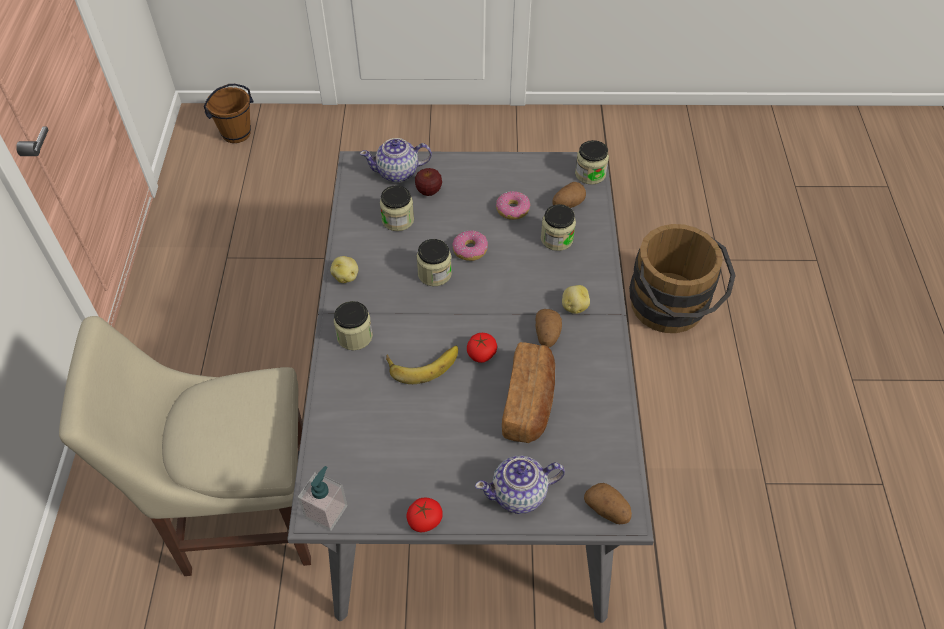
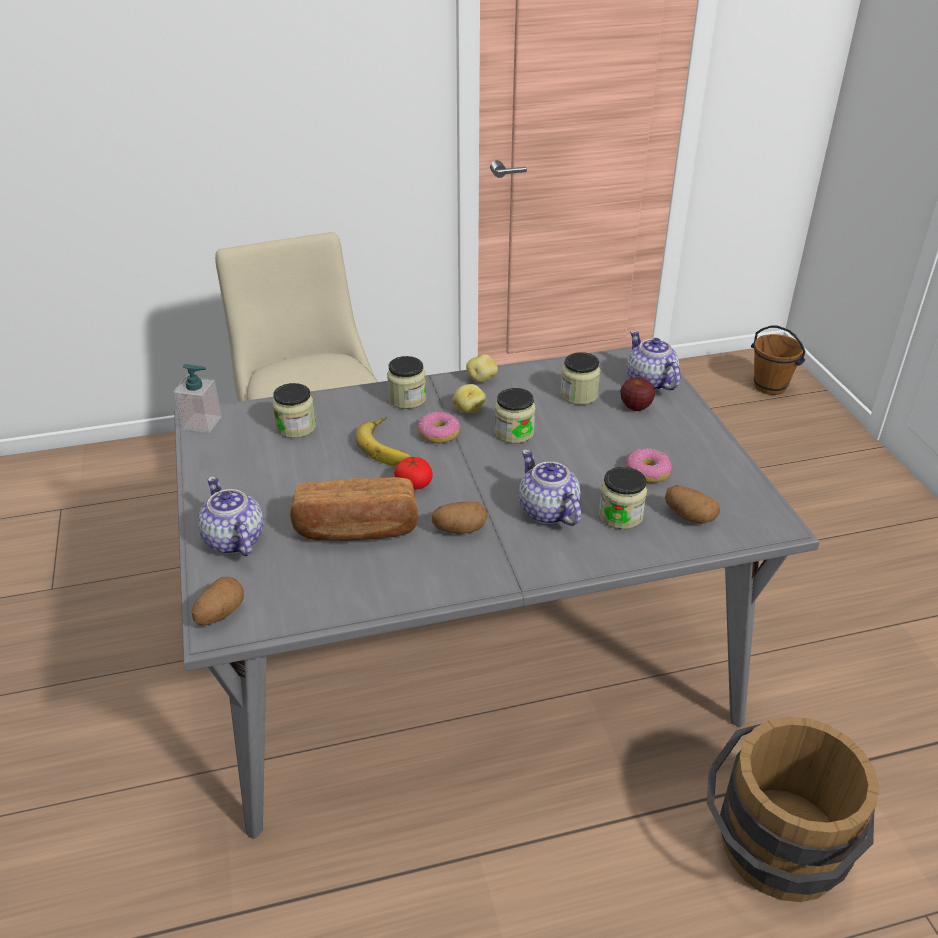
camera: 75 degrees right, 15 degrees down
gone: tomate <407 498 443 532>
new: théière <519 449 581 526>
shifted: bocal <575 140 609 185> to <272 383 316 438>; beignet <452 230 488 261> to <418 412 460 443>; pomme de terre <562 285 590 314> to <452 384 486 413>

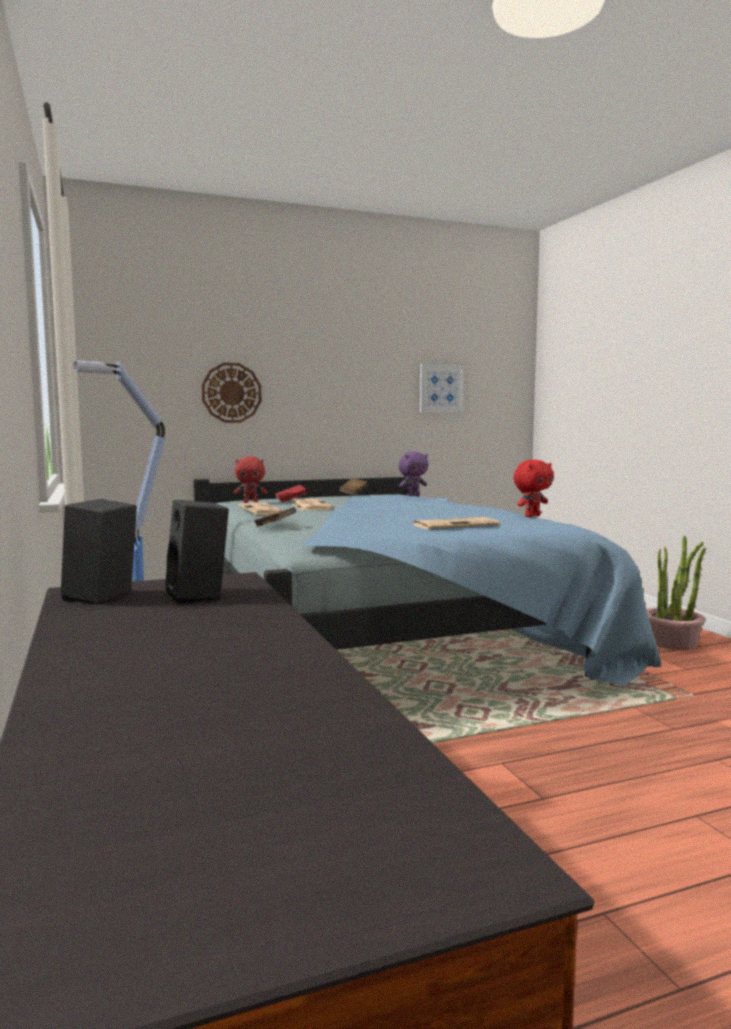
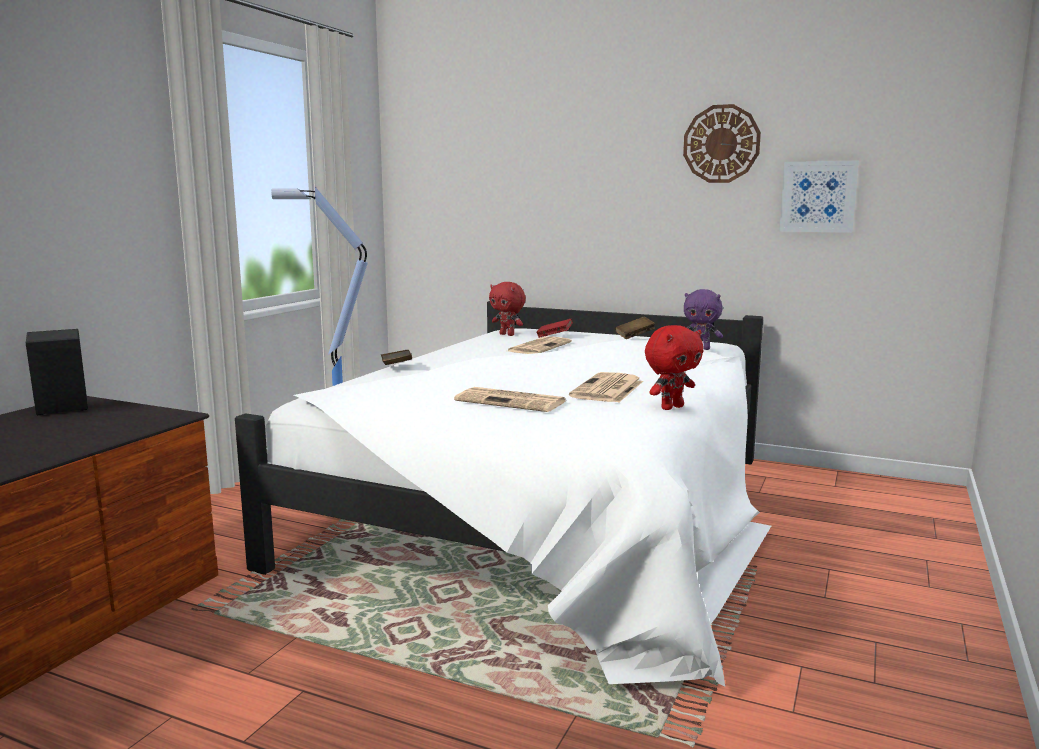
camera: 45 degrees right, 5 degrees up
gone: enceinte [noir] <165 500 229 604>; plante en pot <646 535 706 650>
shifted: horloge murale <202 363 261 423> to <683 104 761 183>; journal <238 502 283 515> to <569 372 643 403>
repainted: lit [bleu] <193 477 661 686> to lit [blanc] <235 301 771 686>
rotated: peluche [rouge] <513 460 554 517> = <645 325 704 410> 45 degrees counterclockwise

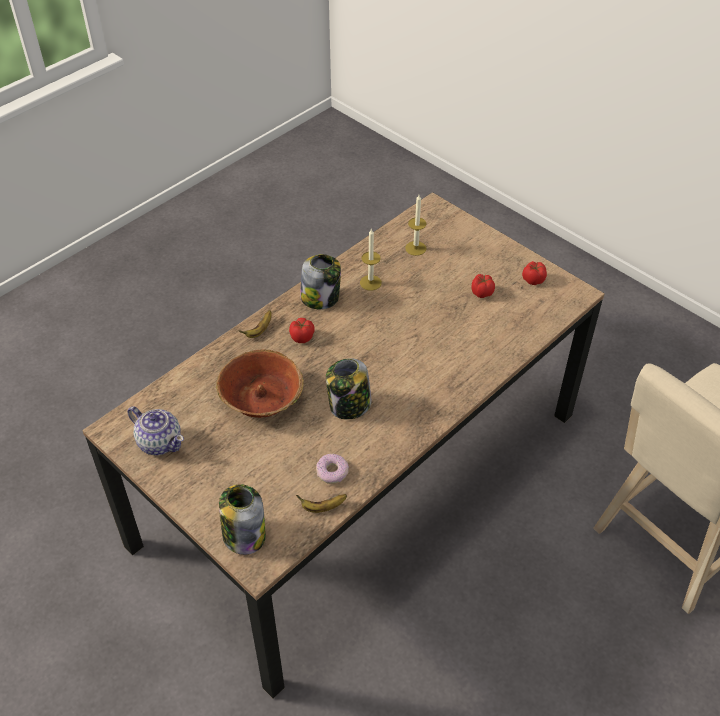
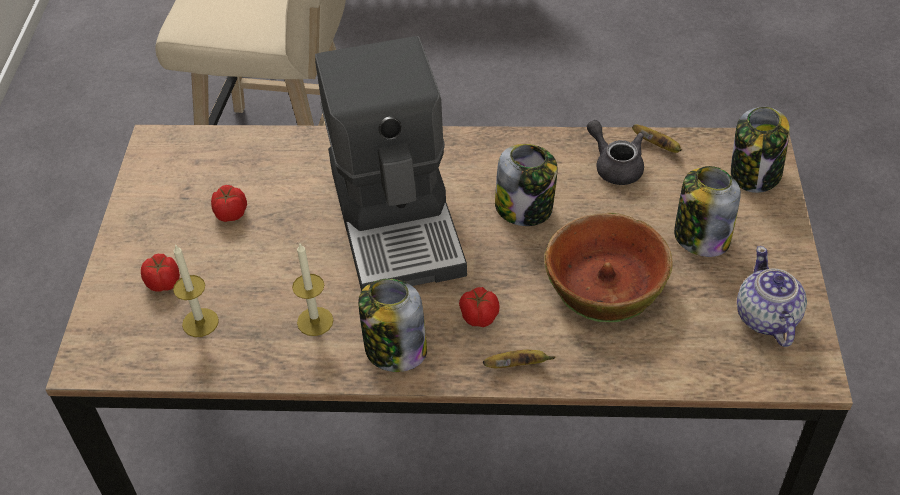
camera: 130 degrees left, 0 degrees up
new: machine à café <315 36 467 291>; bocal <674 166 741 257>
shifted: tomate <522 261 547 285> to <141 254 180 292>
swapped: beignet <316 454 349 484> to théière [gris] <587 120 644 185>

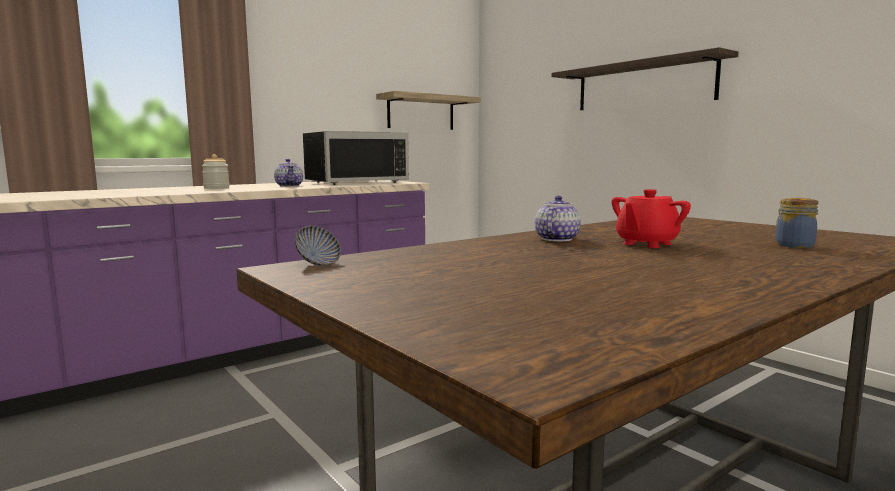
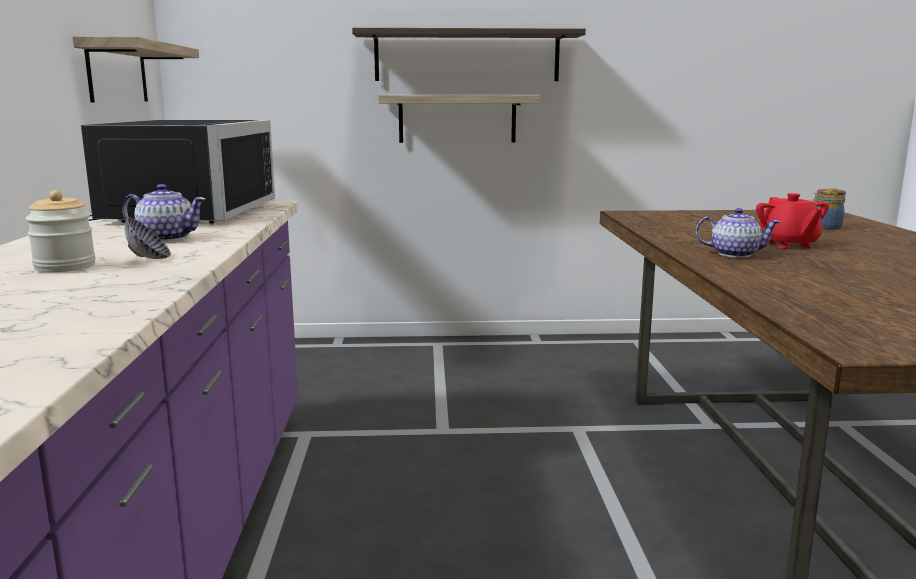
camera: 55 degrees left, 5 degrees up
new: étagère <378 95 540 143>
shifted: bol <295 226 341 266> to <125 217 171 259>
rotated: théière <535 196 581 241> = <696 208 780 258> 135 degrees clockwise

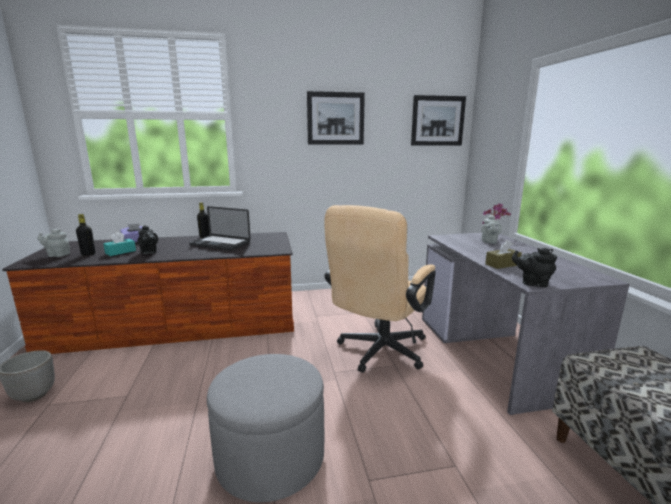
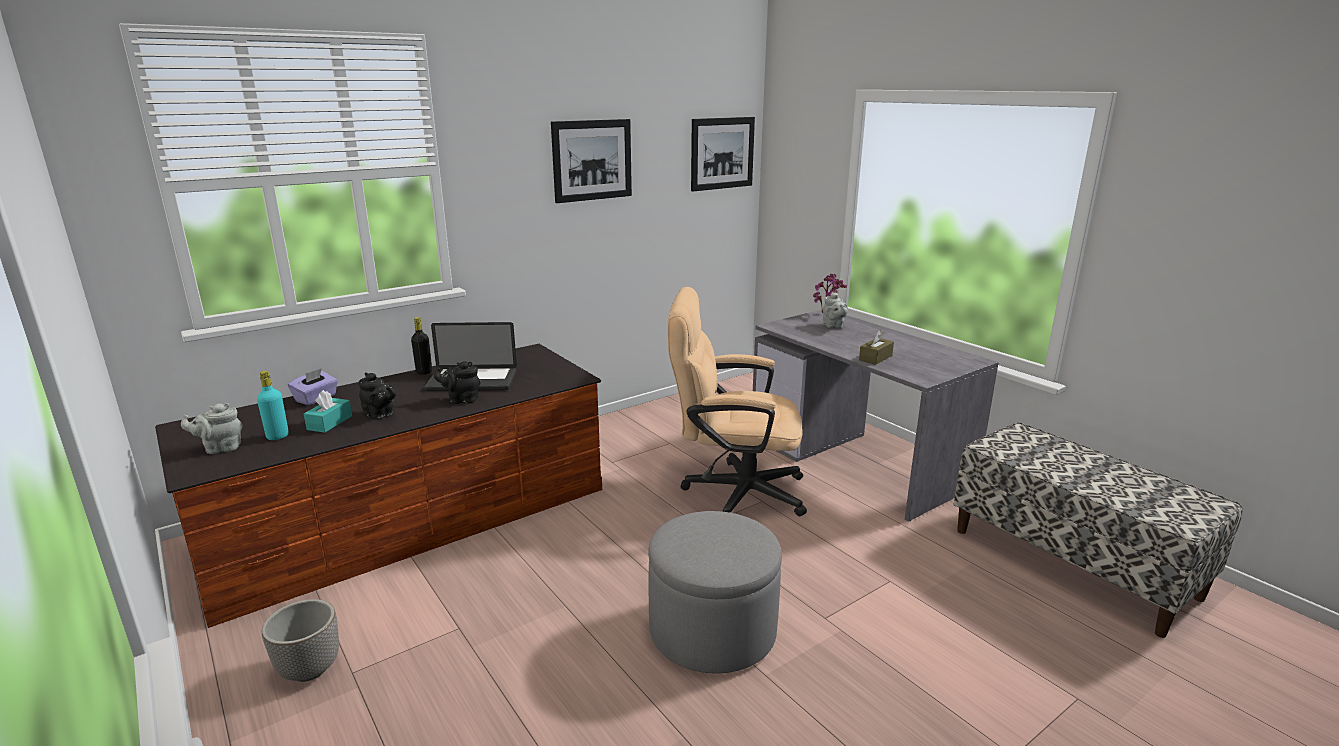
camera: 25 degrees left, 5 degrees up
shifted: théière [noir] <512 248 557 287> to <434 361 481 404>
repainted: bouteille [noir] <76 214 95 256> to bouteille [turquoise] <257 371 289 440>
rotated: chaise de bureau [beige] <324 205 436 373> = <668 287 807 516> 90 degrees clockwise

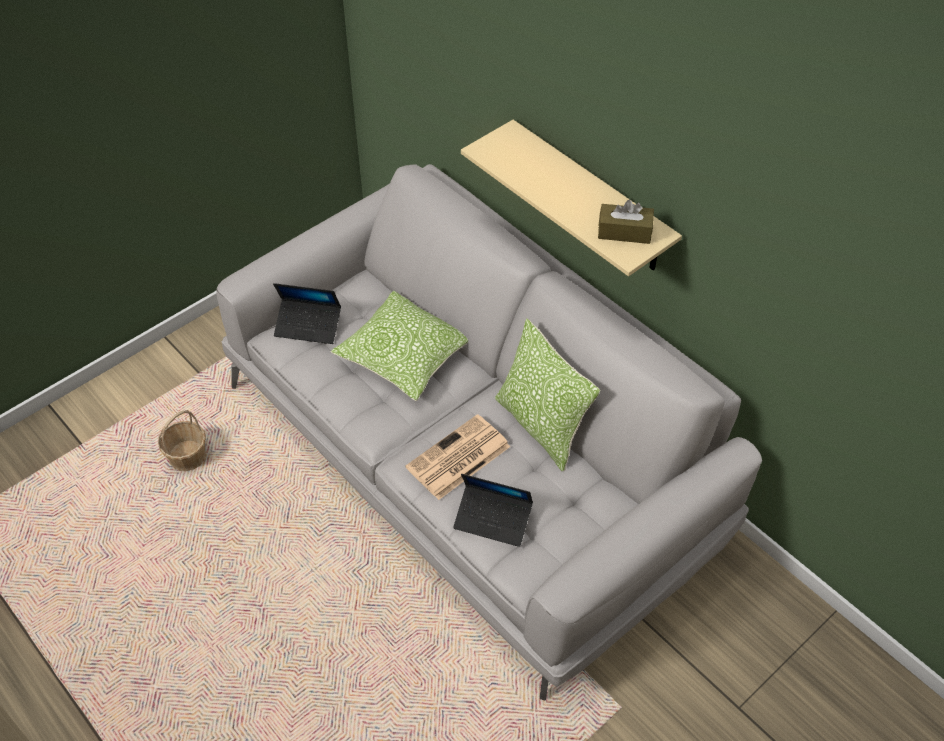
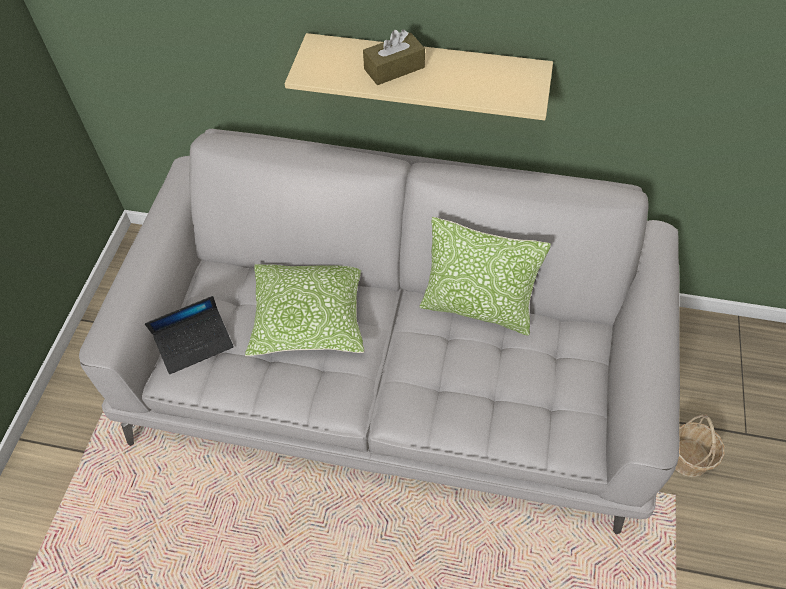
camera: 35 degrees left, 5 degrees up
gone: journal <405 414 511 500>; ordinateur portable <453 474 533 547>
shifted: boîte à mouchoirs [marron] <598 200 654 244> to <363 29 425 85>; panier <158 410 206 471> to <675 414 724 477>

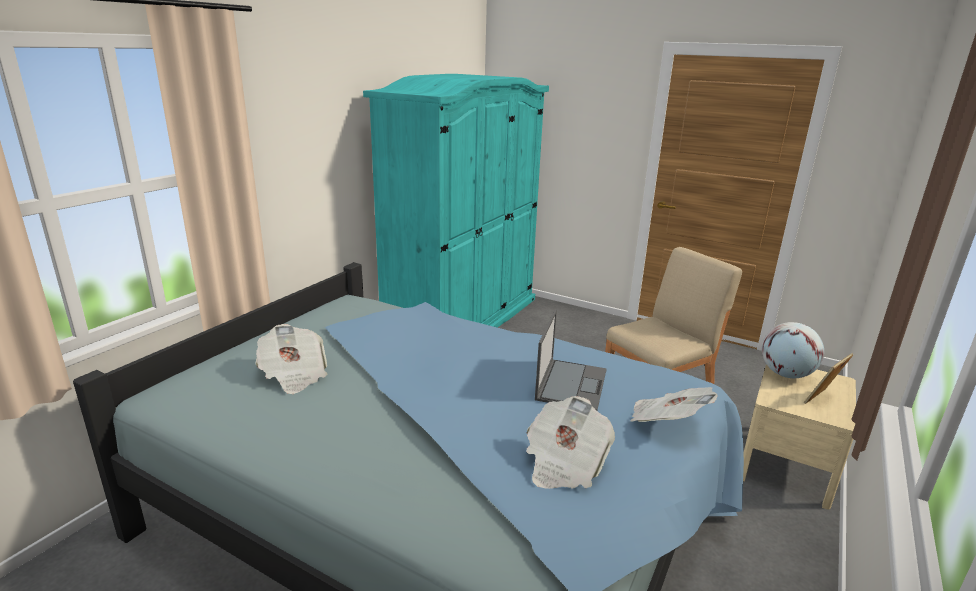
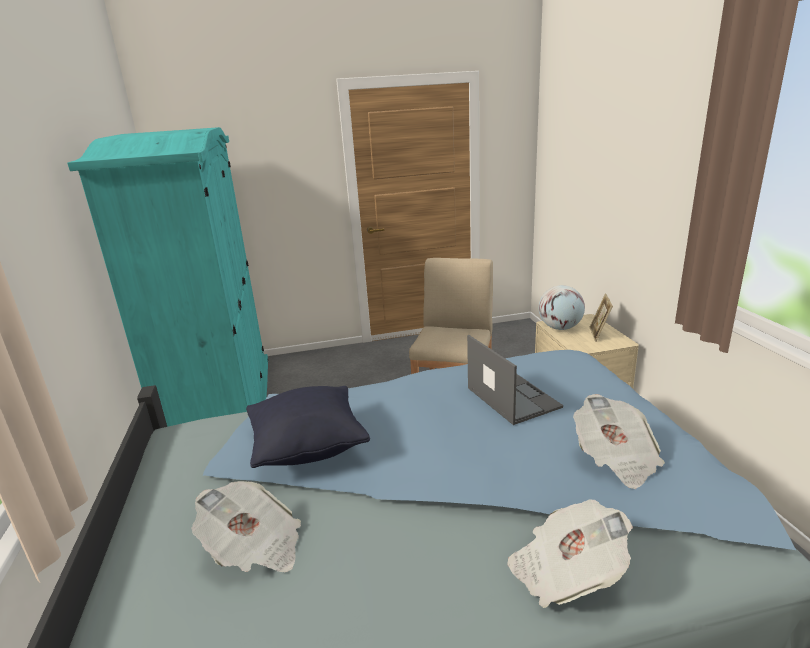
camera: 40 degrees left, 0 degrees up
new: coussin [noir] <246 386 370 468>
shifted: journal <631 387 718 422> to <507 500 633 608>

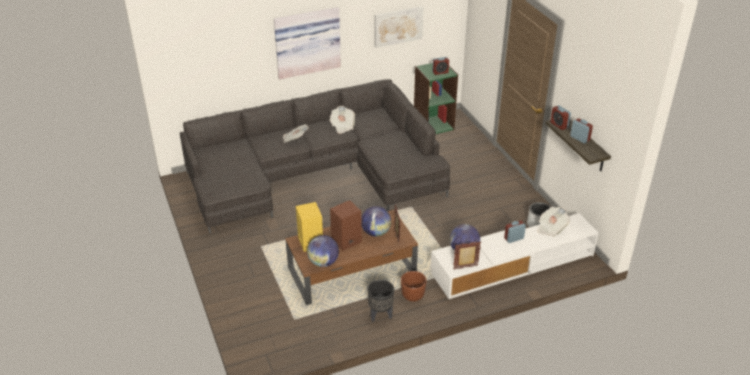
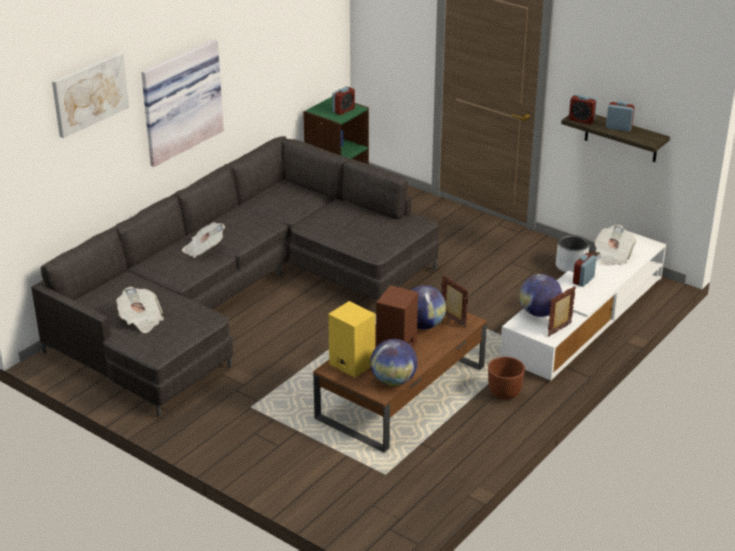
camera: 30 degrees left, 5 degrees down
gone: cache-pot [noir] <367 280 394 321>
shifted: tableau <375 6 423 48> to <52 53 129 138>; journal <329 106 355 134> to <116 287 164 333>

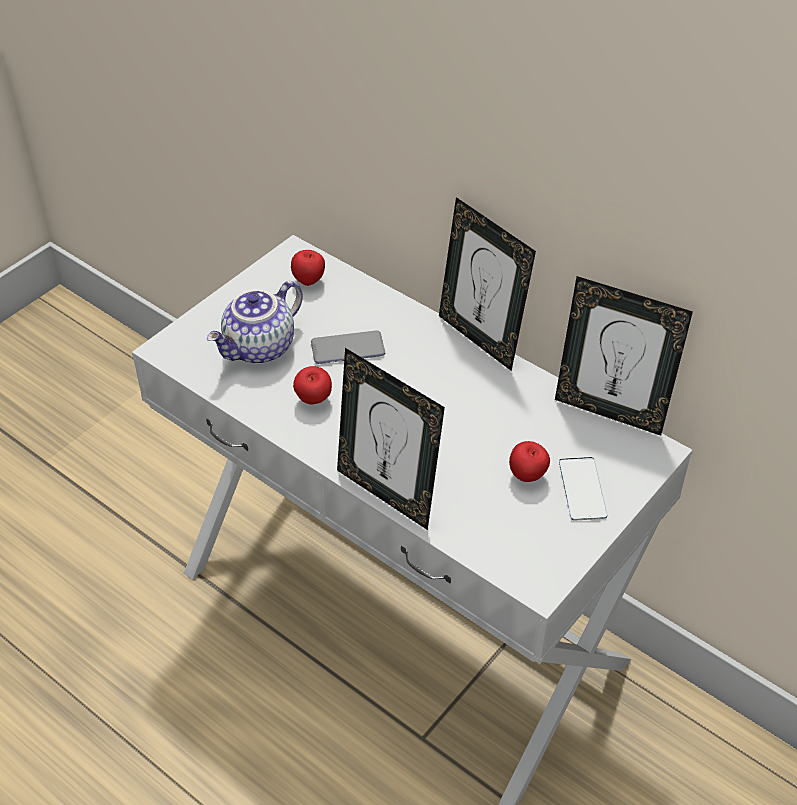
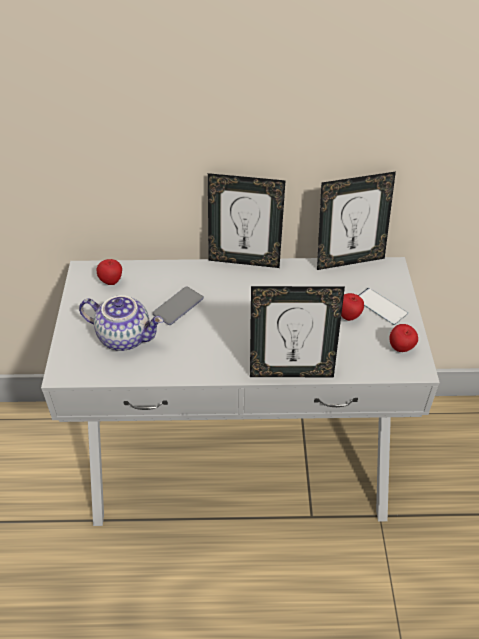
camera: 40 degrees left, 0 degrees up
shifted: pomme <293 366 332 404> to <389 324 418 352>
rotated: théière <207 281 303 364> = <79 295 163 351> 75 degrees counterclockwise

